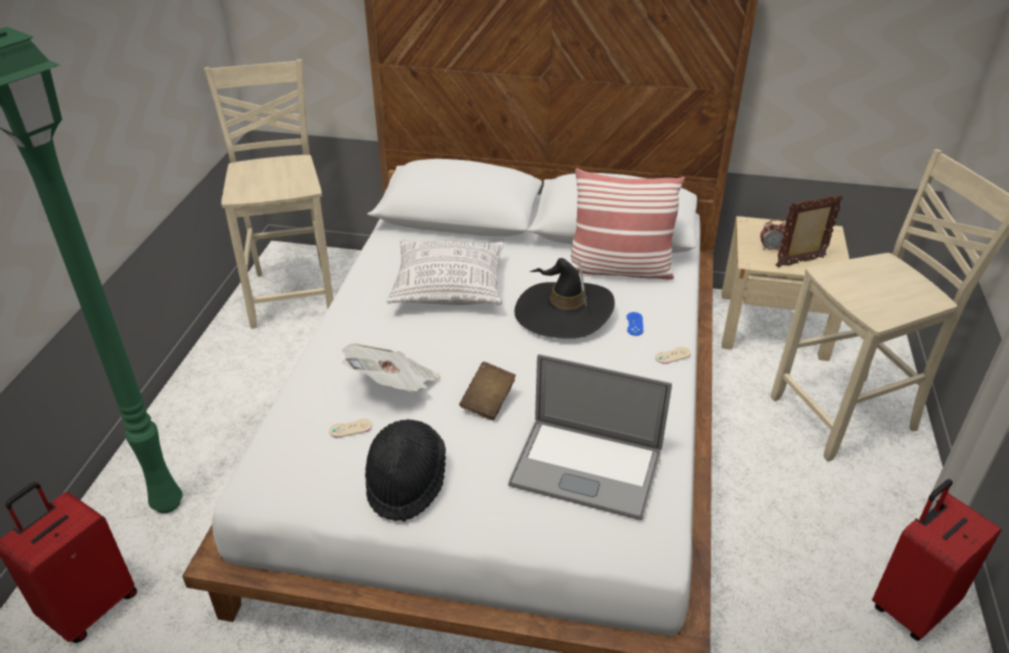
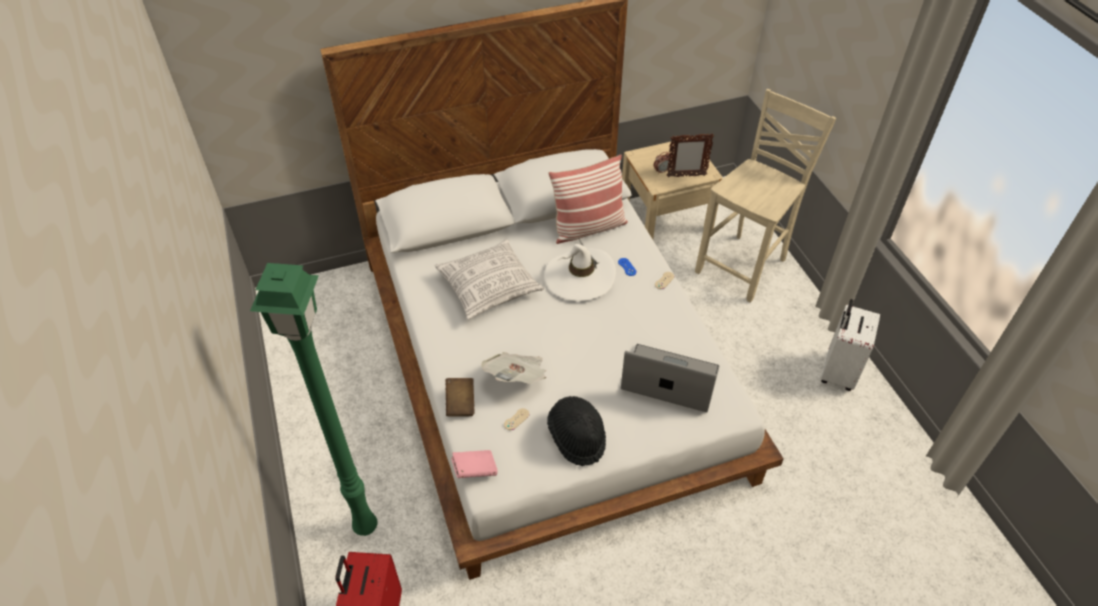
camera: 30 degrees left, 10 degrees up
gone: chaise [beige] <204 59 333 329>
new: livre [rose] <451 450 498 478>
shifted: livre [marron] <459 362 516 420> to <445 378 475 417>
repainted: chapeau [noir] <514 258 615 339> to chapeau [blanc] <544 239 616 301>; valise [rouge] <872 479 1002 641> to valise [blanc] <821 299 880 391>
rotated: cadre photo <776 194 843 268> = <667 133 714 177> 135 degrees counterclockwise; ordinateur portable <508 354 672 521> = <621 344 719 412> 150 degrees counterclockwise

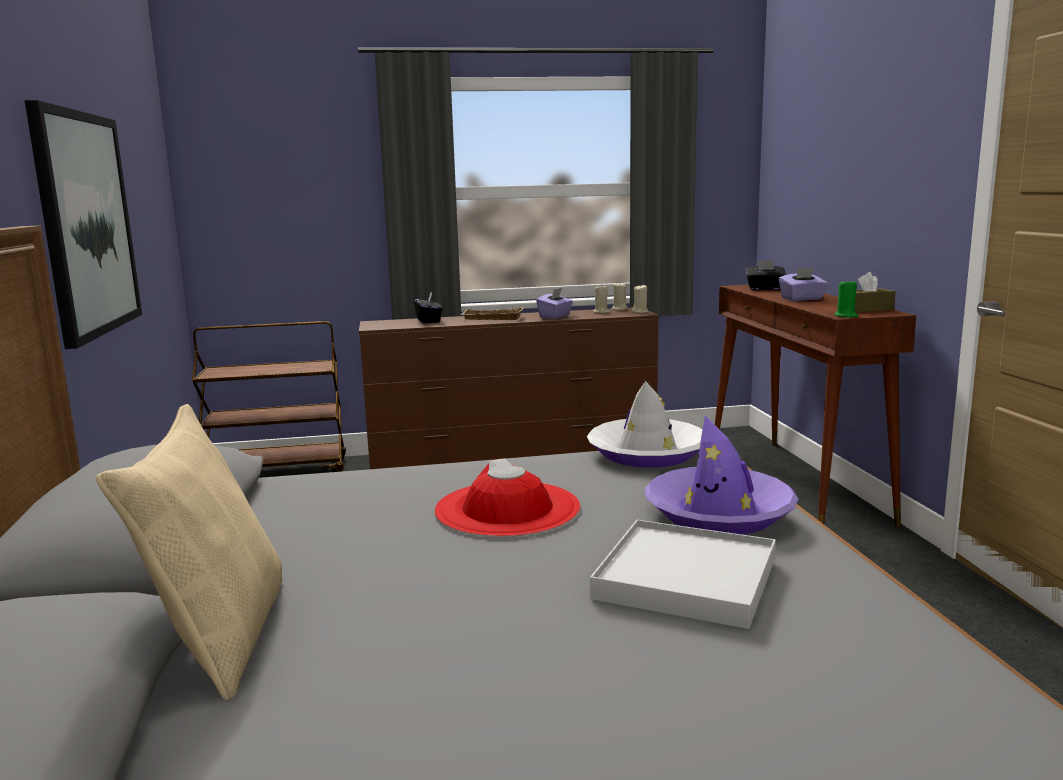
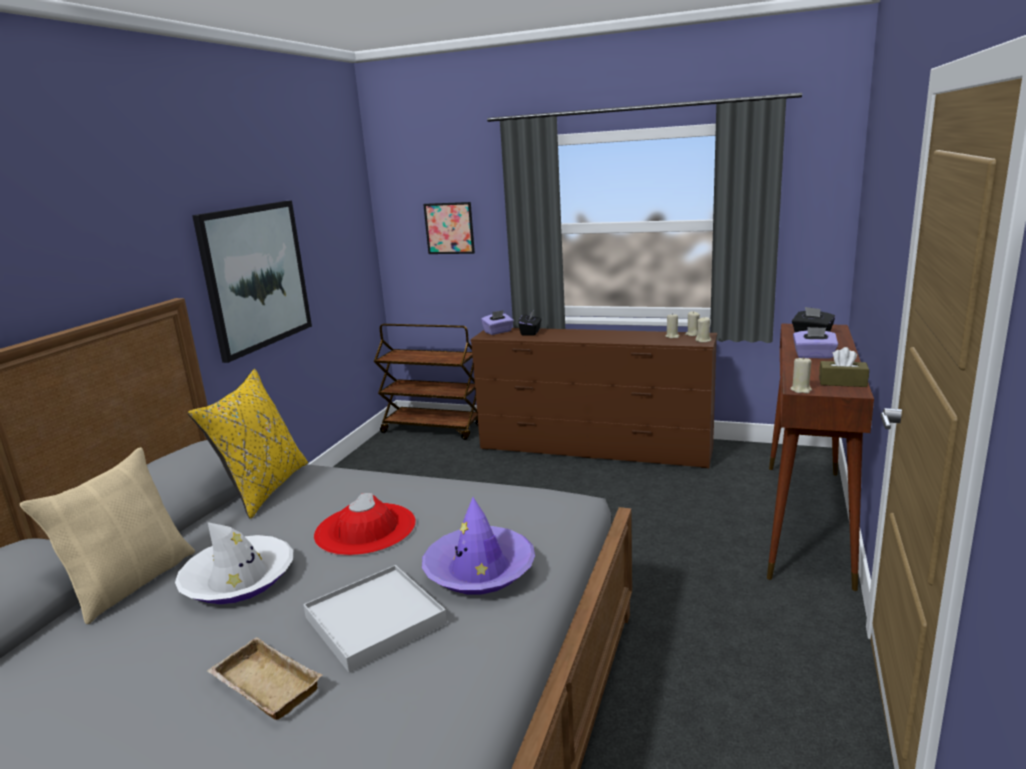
camera: 30 degrees right, 5 degrees up
new: tableau <423 202 475 254>; coussin [jaune] <188 369 308 519>
shifted: boîte à mouchoirs [violet] <536 288 573 319> to <481 310 514 335>; plateau [beige] <461 307 523 320> to <207 637 322 720>; chapeau [blanc] <587 381 702 468> to <175 522 293 604>
repainted: bougie [vert] <835 279 858 318> to bougie [beige] <790 356 812 394>

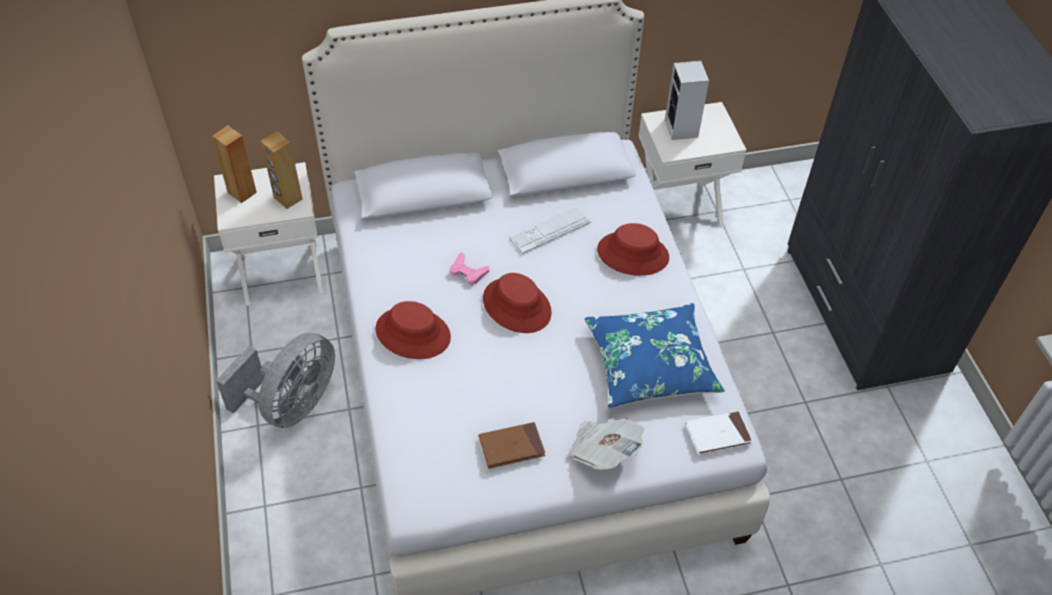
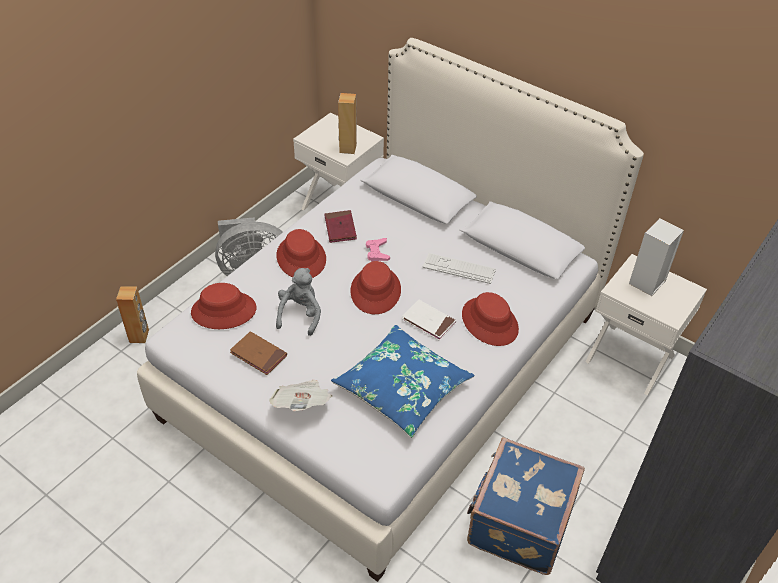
camera: 50 degrees right, 5 degrees down
new: livre [rouge] <324 210 357 243>; peluche [gris] <276 268 321 336>; chapeau [rouge] <191 283 256 329>; valise [bleu] <467 437 585 575>
shifted: enceinte [marron] <212 125 257 203> to <116 287 149 343>; livre [blanc] <685 411 753 455> to <402 300 456 341>

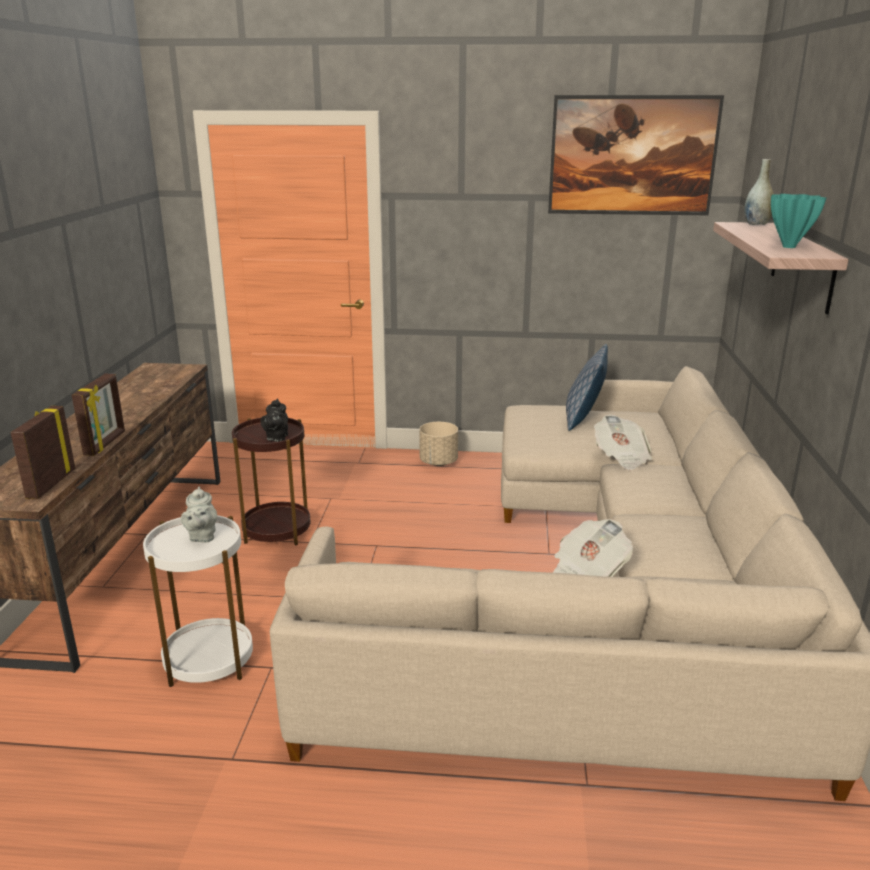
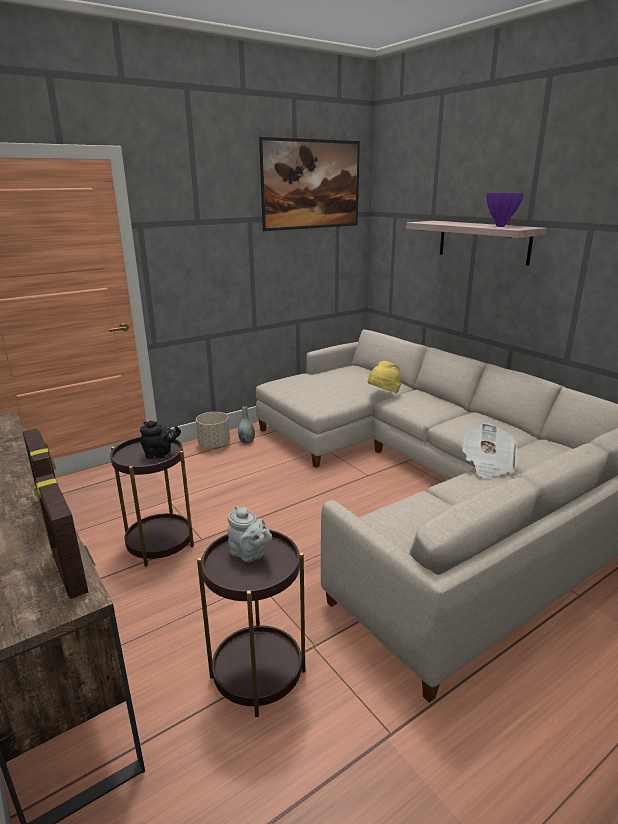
camera: 40 degrees left, 0 degrees up
gone: coussin <566 344 608 431>
shifted: vase [gris] <744 159 774 225> to <238 406 255 444>
swapped: journal <594 414 653 470> to chapeau [jaune] <368 361 401 393>
repainted: vase [turquoise] <771 194 826 248> to vase [violet] <486 193 524 227>; table d'appoint [blanc] <143 515 253 687> to table d'appoint [marron] <197 530 305 717>
rotated: théière [noir] <261 399 288 442> = <140 421 181 459> 60 degrees counterclockwise

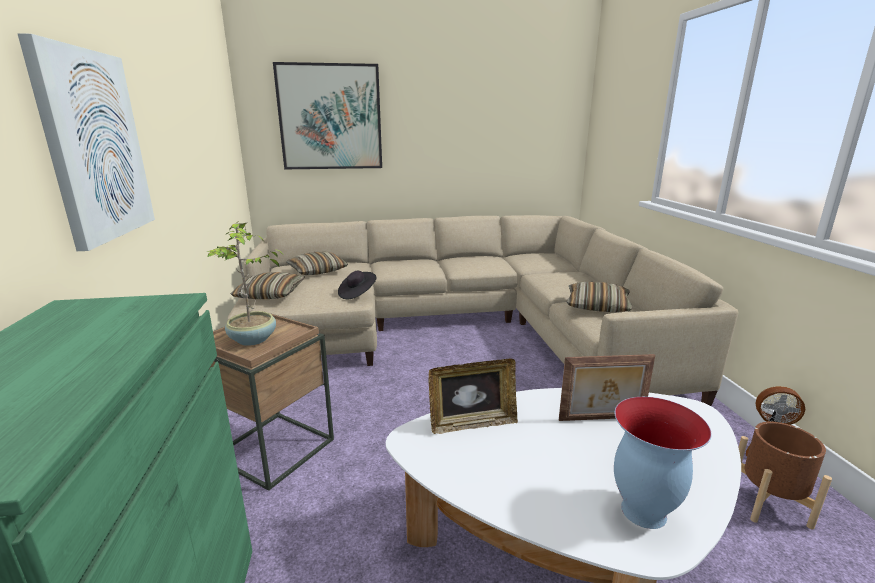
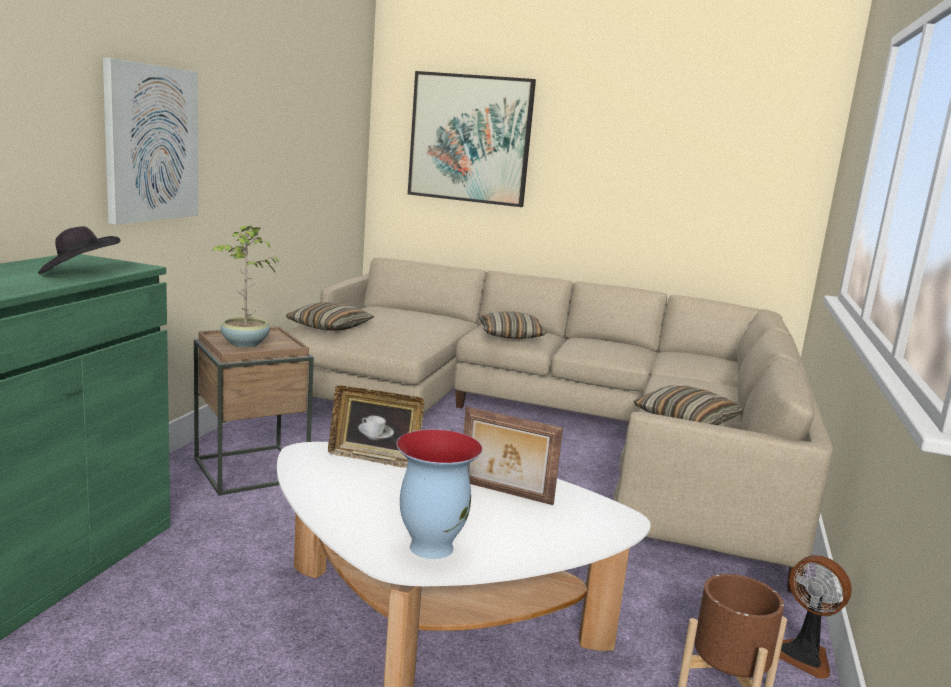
camera: 25 degrees right, 5 degrees down
shifted: coussin <286 252 348 275> to <478 311 547 339>; chapeau [noir] <338 271 377 299> to <38 226 121 274>

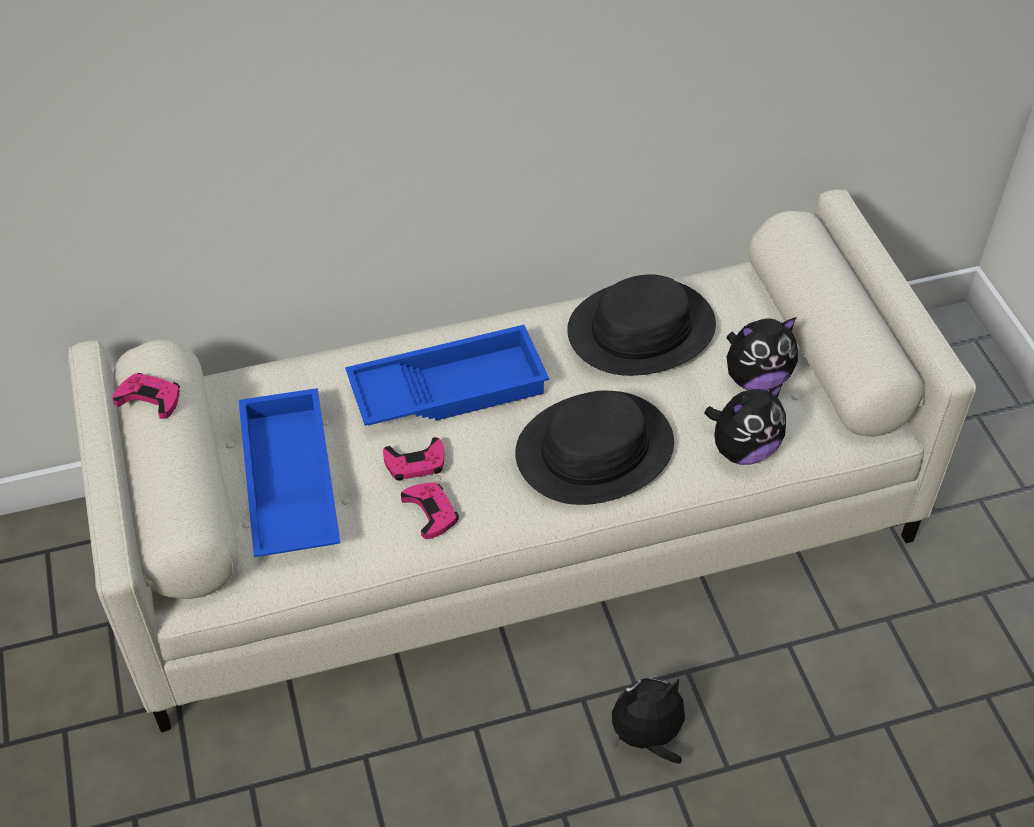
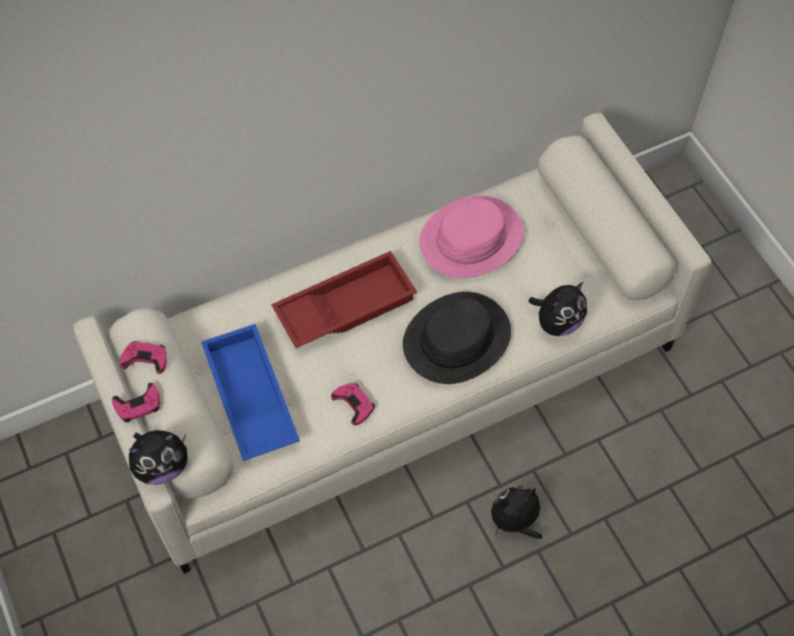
camera: 10 degrees left, 10 degrees up
shifted: peluche <726 317 798 391> to <129 430 188 485>; manette [rose] <383 437 444 481> to <112 383 160 422>
repainted: chapeau [noir] <567 274 716 376> to chapeau [rose] <419 196 524 278>; plateau [bleu] <345 325 549 426> to plateau [rouge] <271 251 417 348>

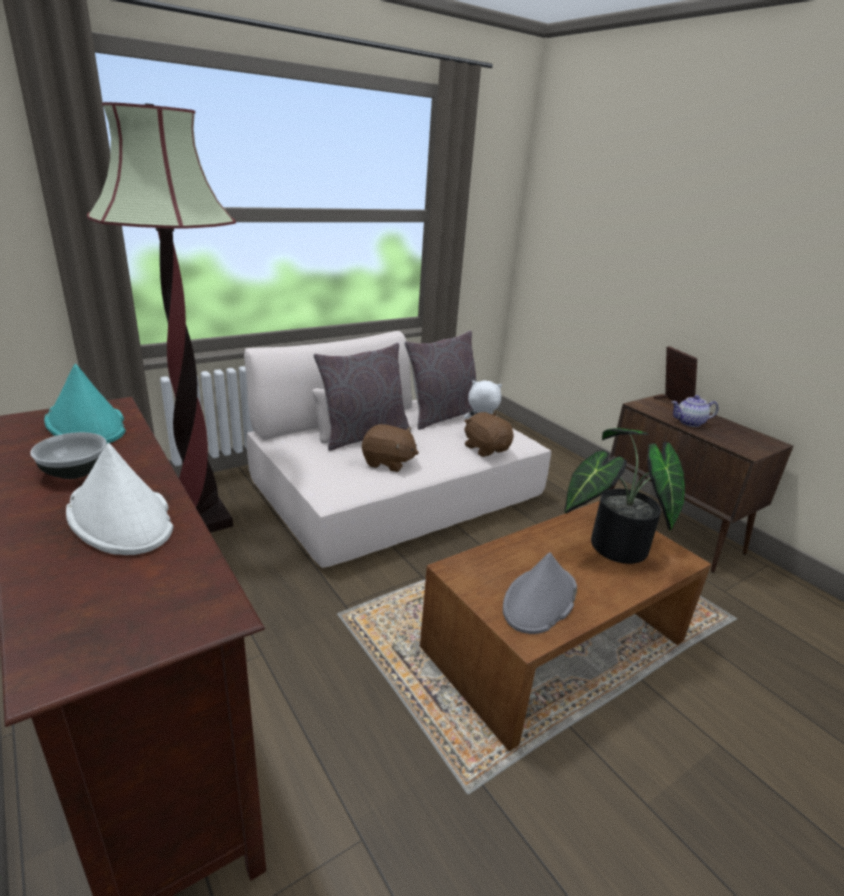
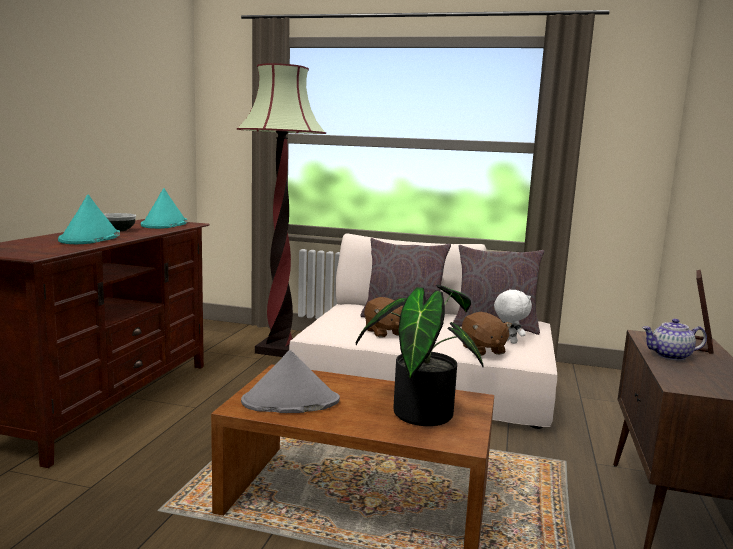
camera: 50 degrees right, 15 degrees down
repainted: chapeau [blanc] <66 443 174 555> to chapeau [turquoise] <58 195 120 244>
rotated: théière <672 395 719 427> = <642 319 707 360> 45 degrees counterclockwise; peluche [marron] <464 412 514 457> = <462 312 512 356> 150 degrees clockwise

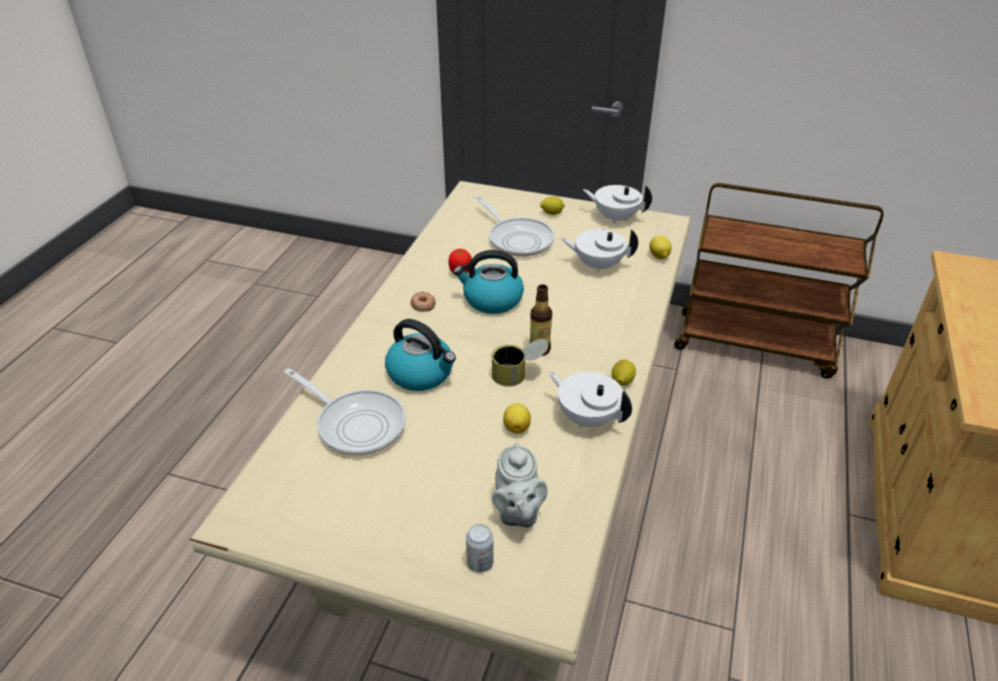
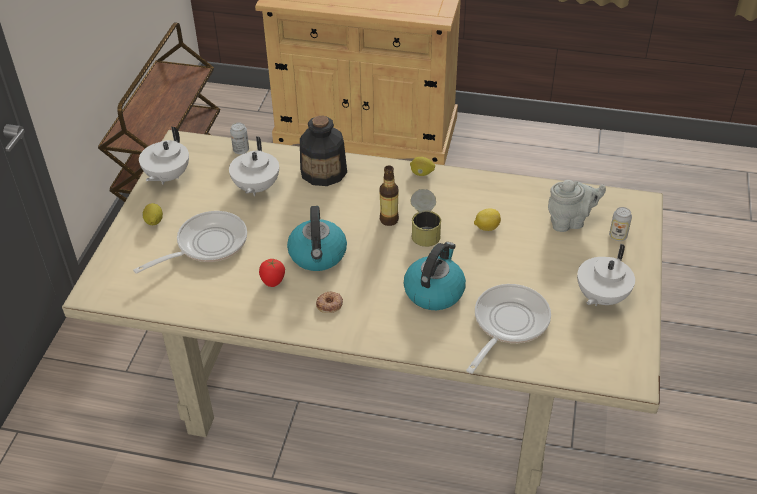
camera: 95 degrees left, 5 degrees up
new: bouteille <300 116 347 186>
shifted: théière [blanc] <549 372 632 427> to <577 244 635 306>
swapped: citron <649 236 671 259> to boîte métallique <230 122 249 154>

